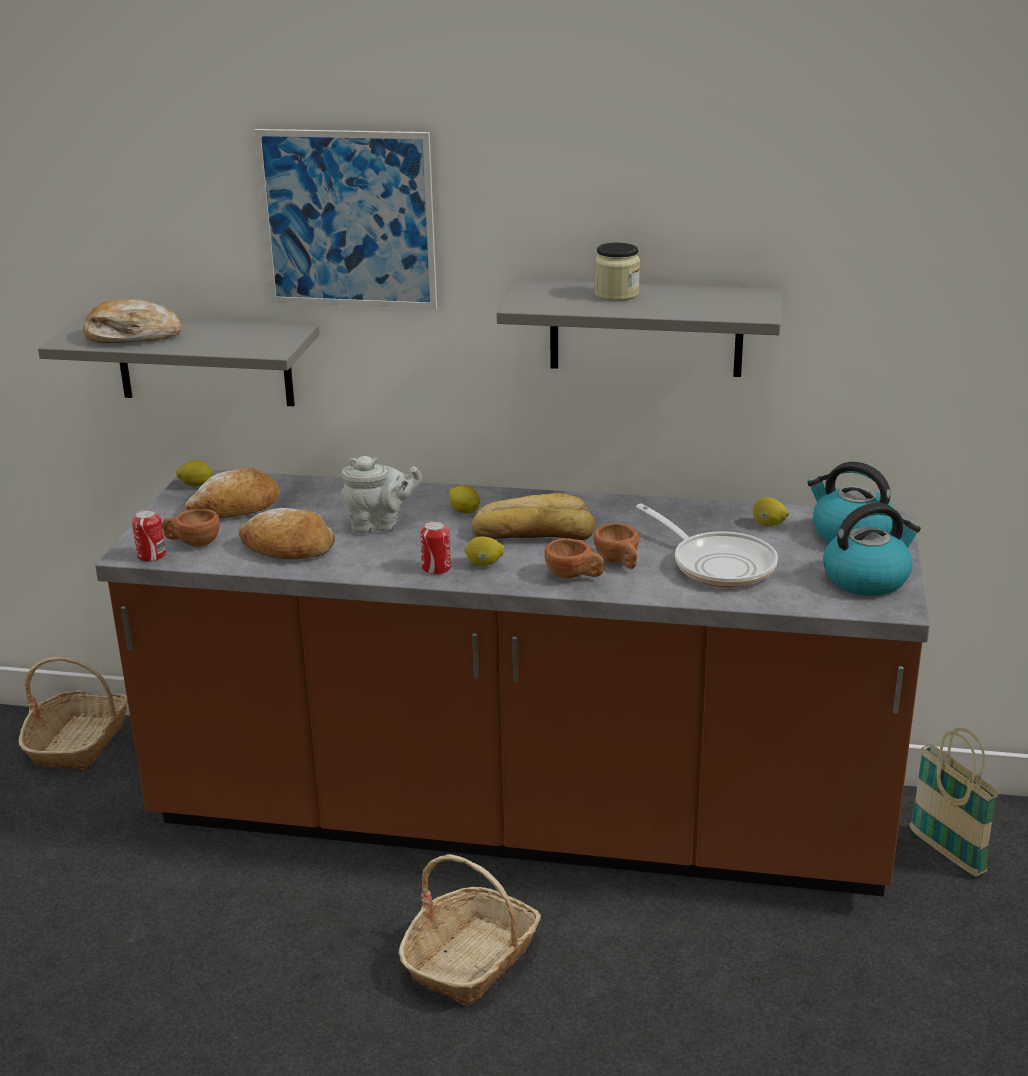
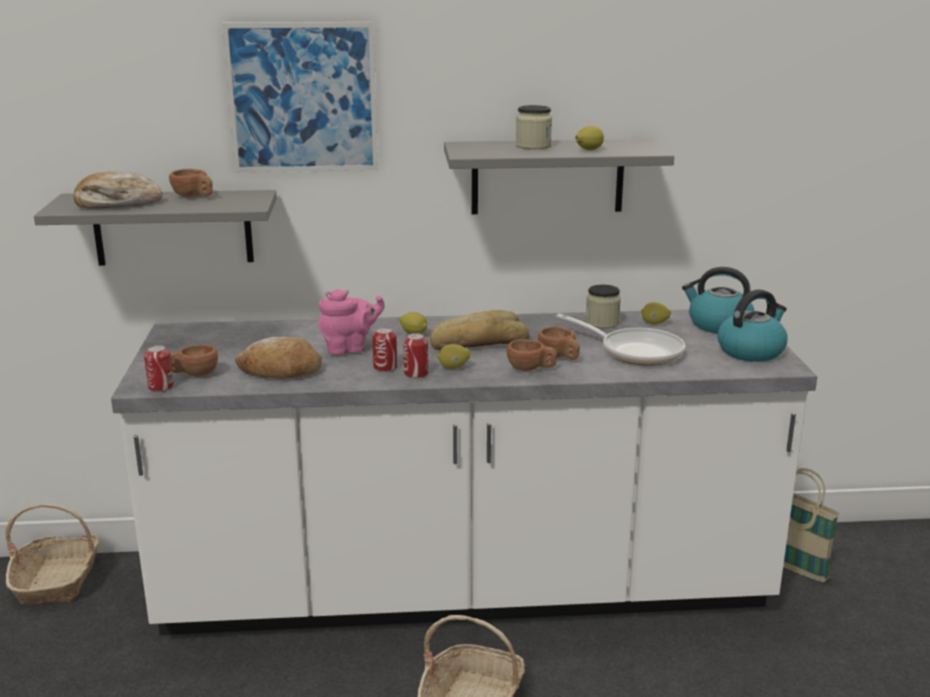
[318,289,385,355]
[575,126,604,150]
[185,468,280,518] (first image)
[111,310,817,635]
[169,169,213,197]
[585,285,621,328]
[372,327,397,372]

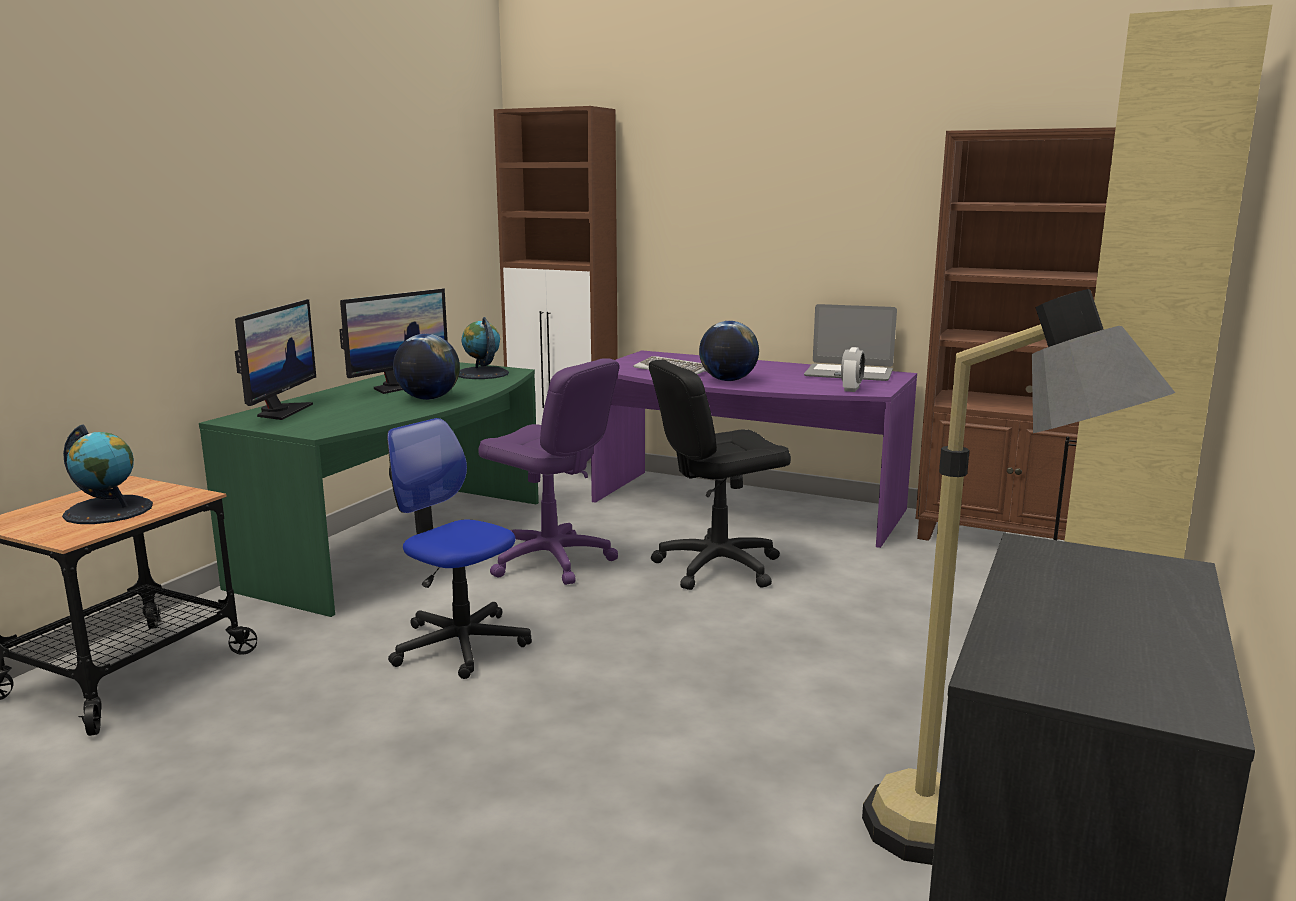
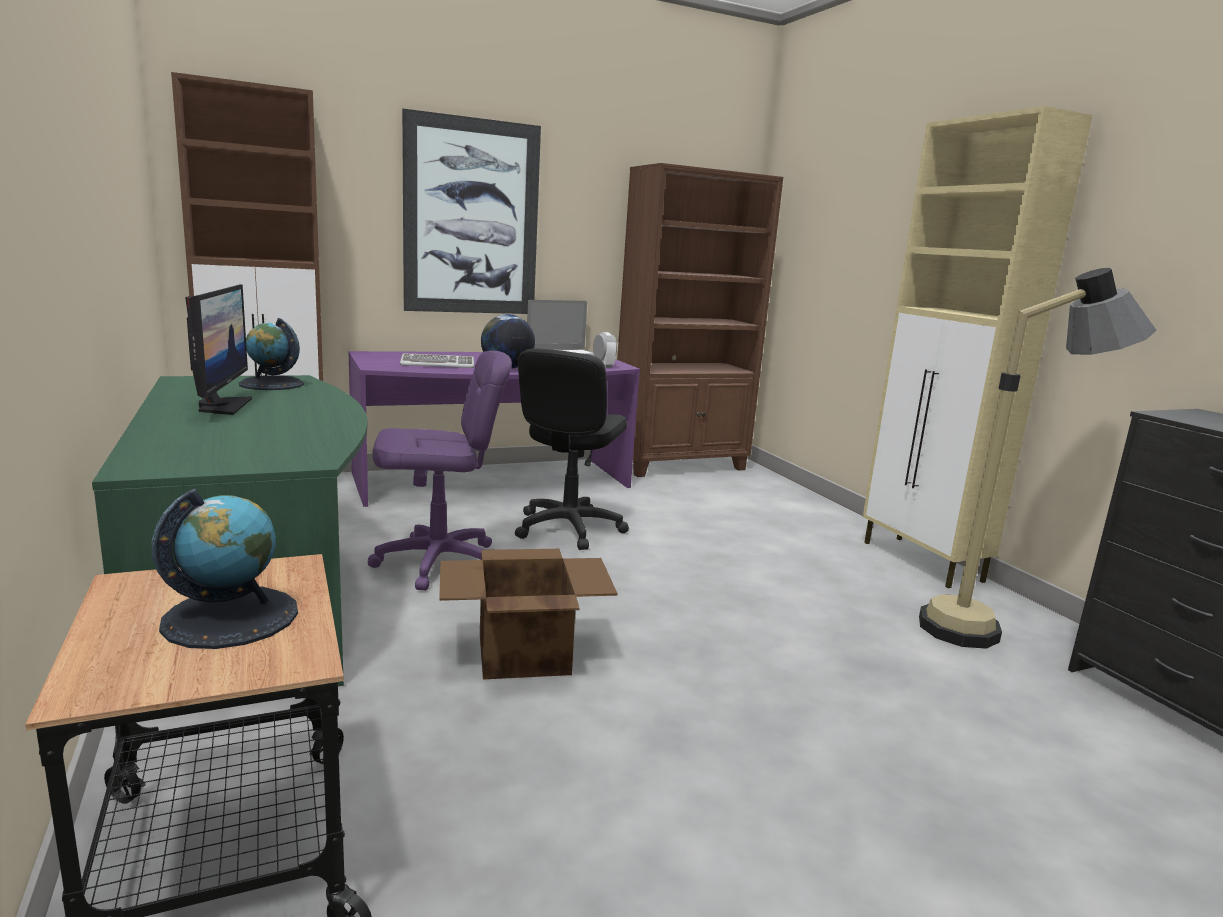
[235,299,316,420] (first image)
[393,334,460,400] (first image)
[439,549,618,680]
[402,109,541,314]

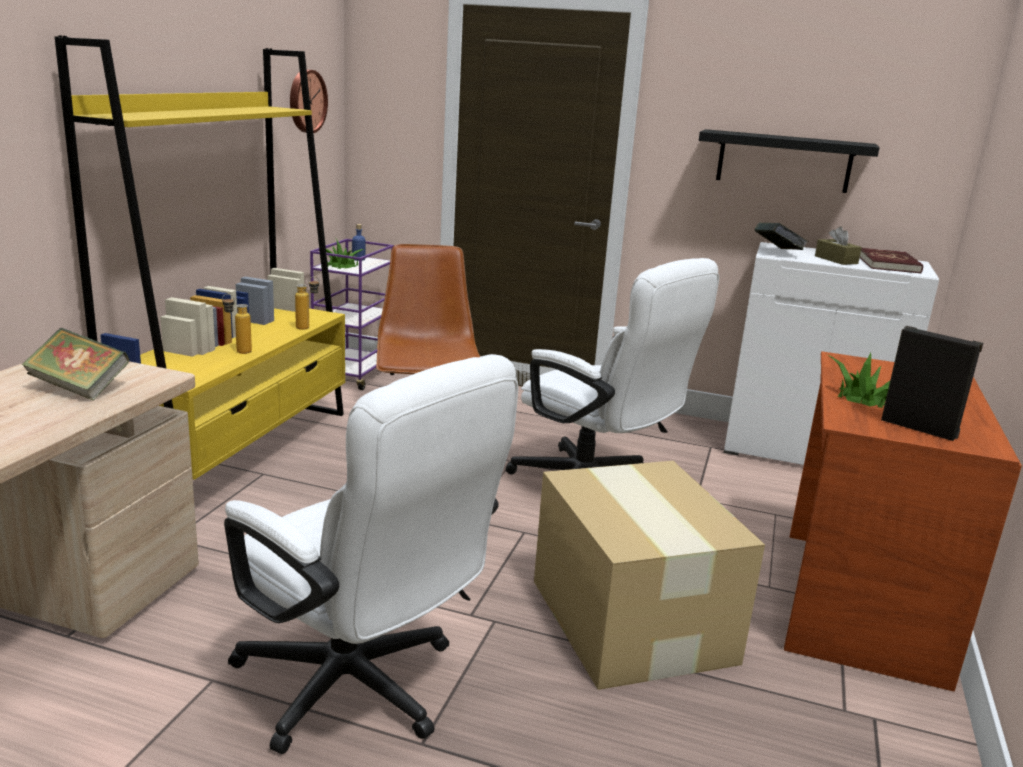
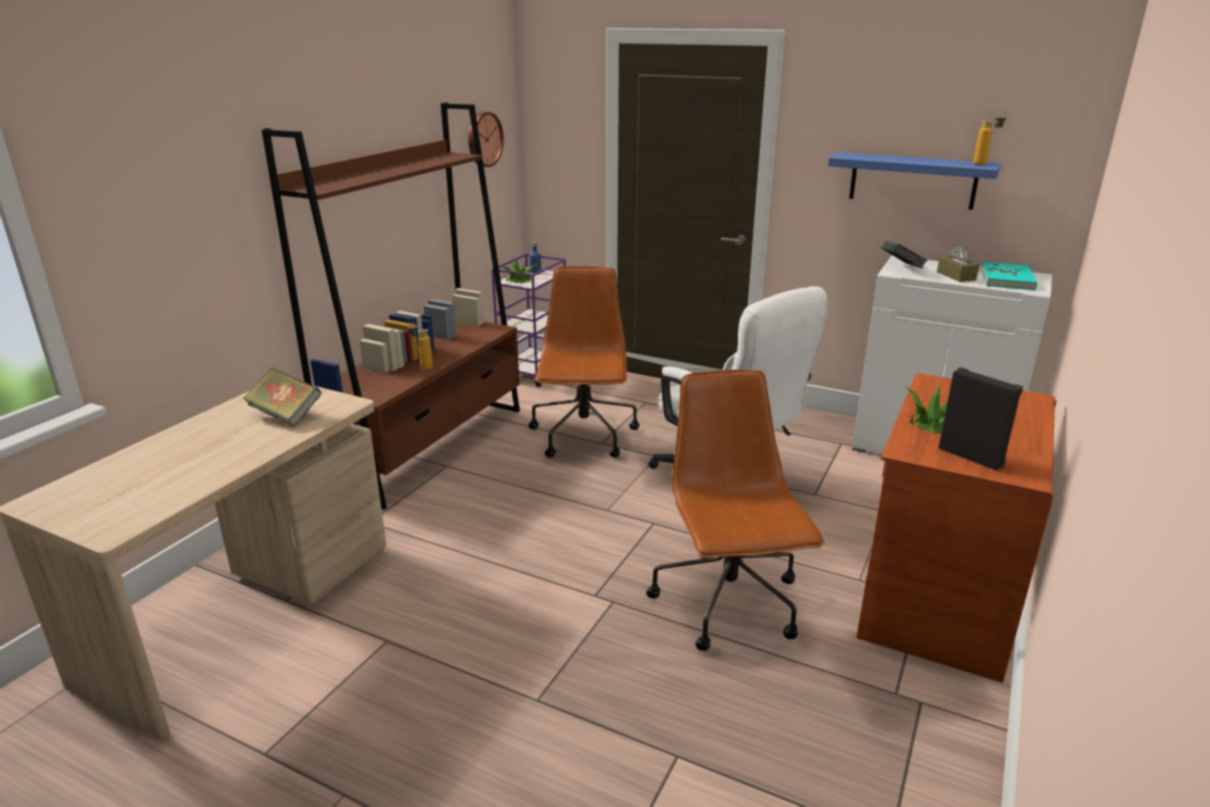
[262,102,520,510]
[828,152,1001,210]
[981,262,1037,290]
[973,111,1007,165]
[224,354,519,754] (first image)
[646,370,825,651]

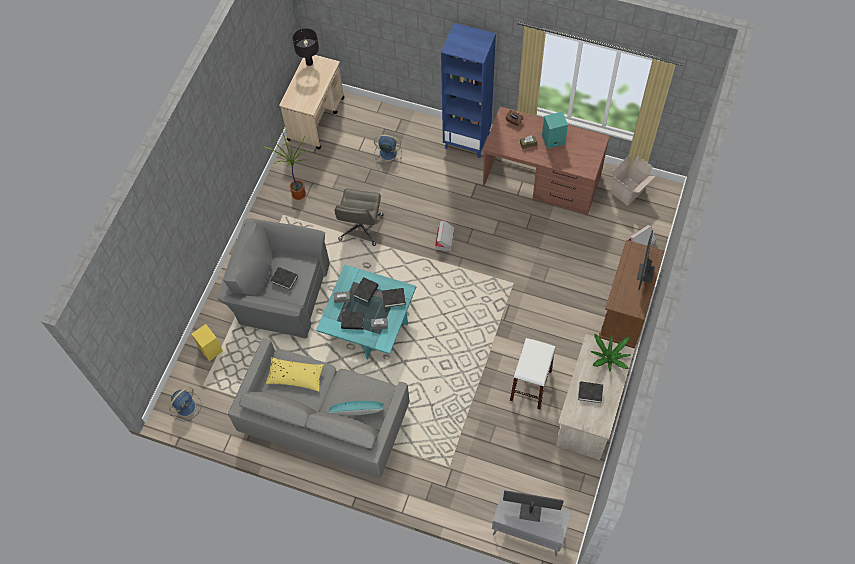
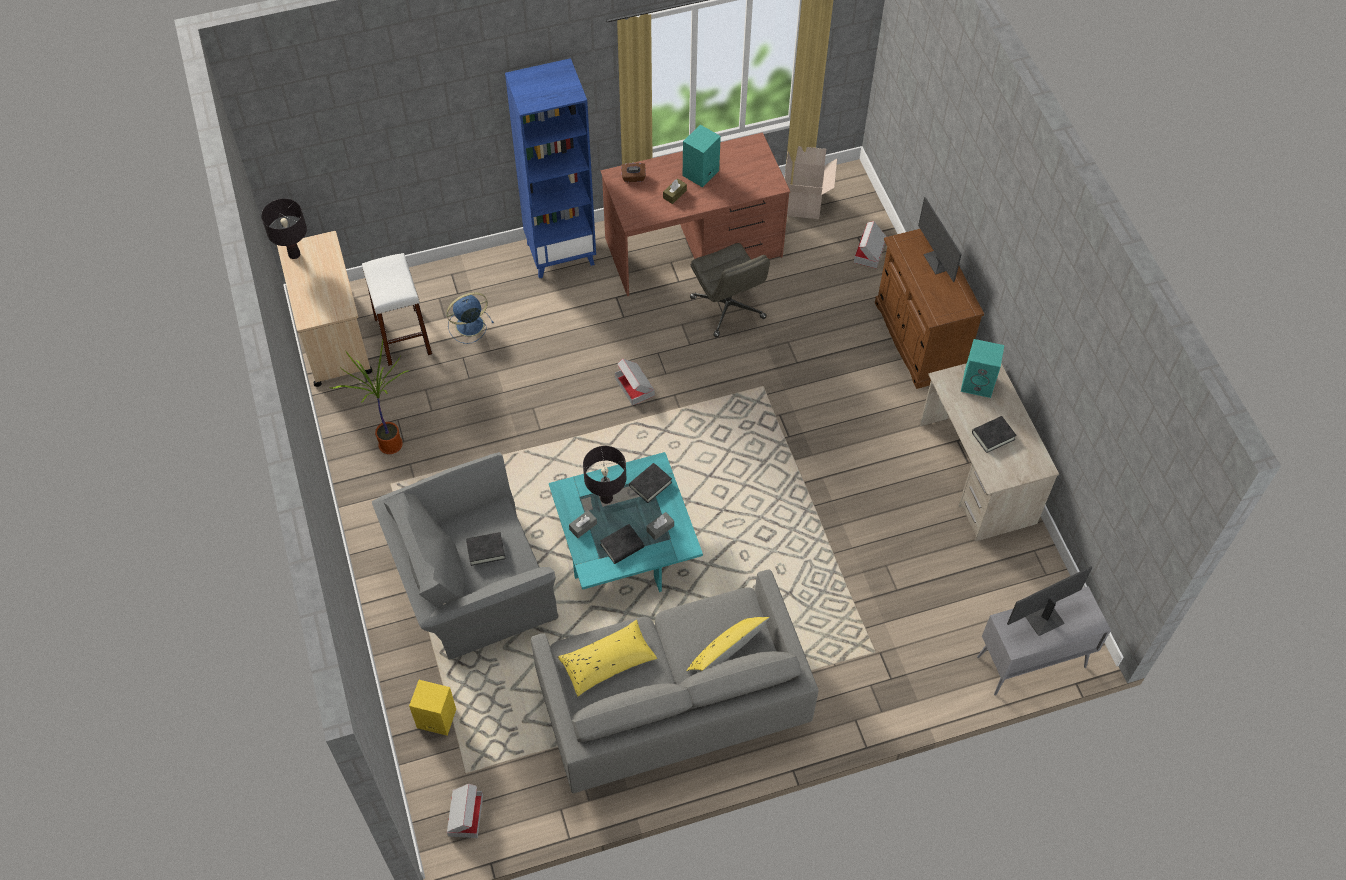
[690,243,770,338]
[583,446,626,504]
[961,339,1004,398]
[362,253,432,366]
[447,784,483,838]
[687,617,770,672]

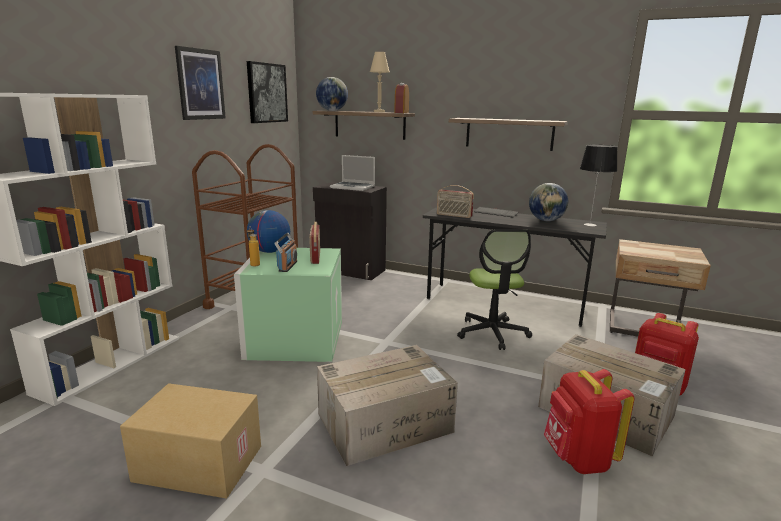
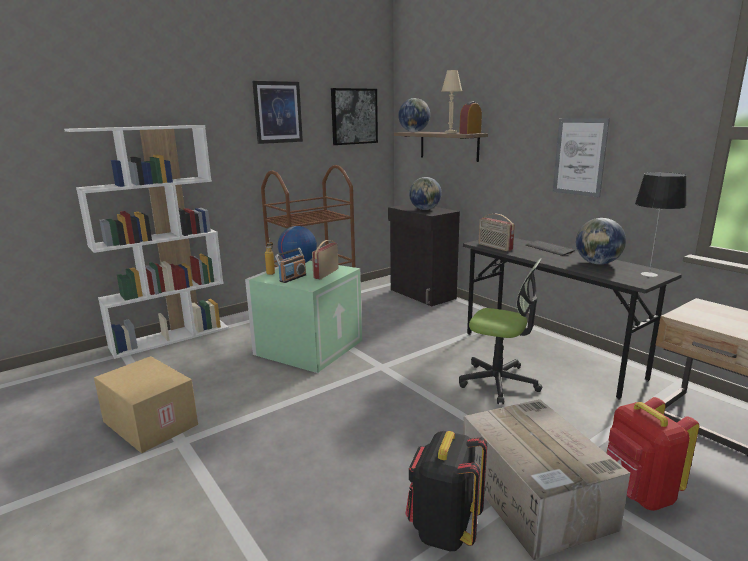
[553,118,610,197]
[409,177,442,210]
[459,258,542,404]
[317,345,458,466] (first image)
[405,431,487,551]

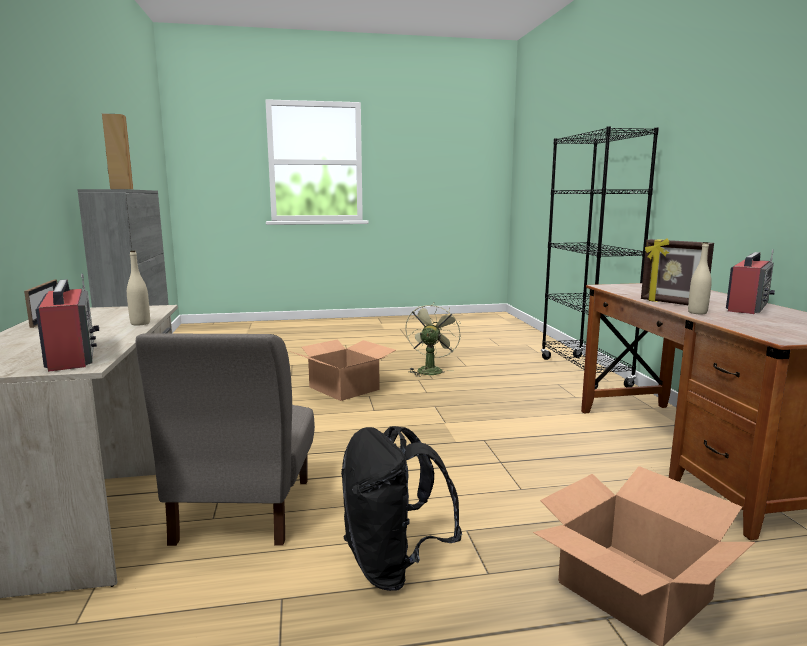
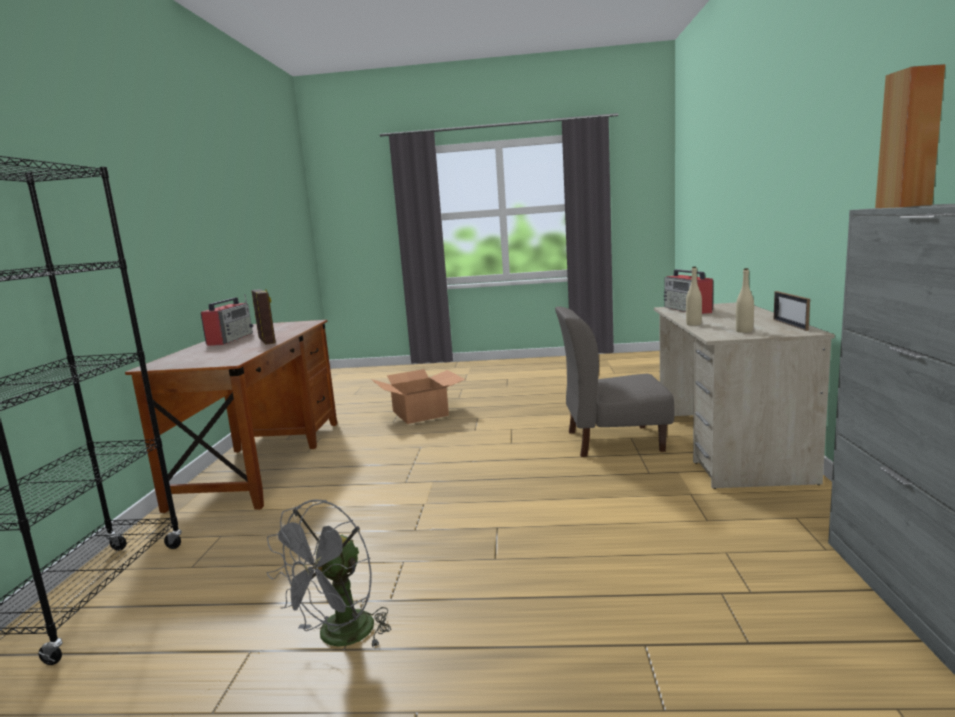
[736,268,754,333]
[201,294,254,346]
[267,499,391,649]
[555,307,675,457]
[290,339,396,401] (first image)
[341,426,462,591] (first image)

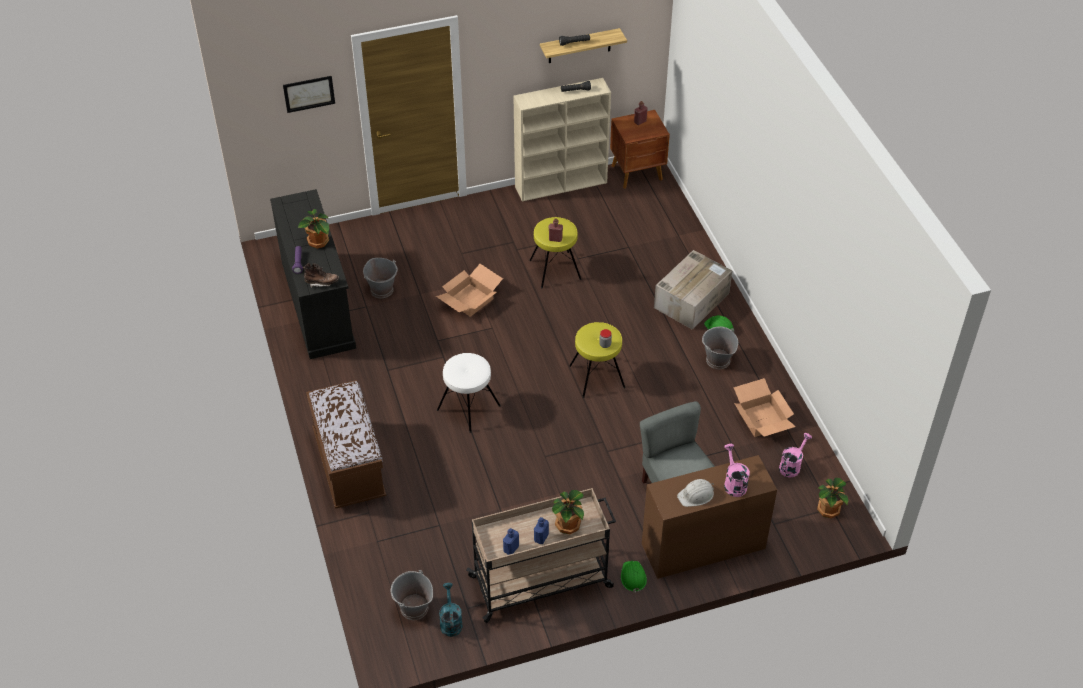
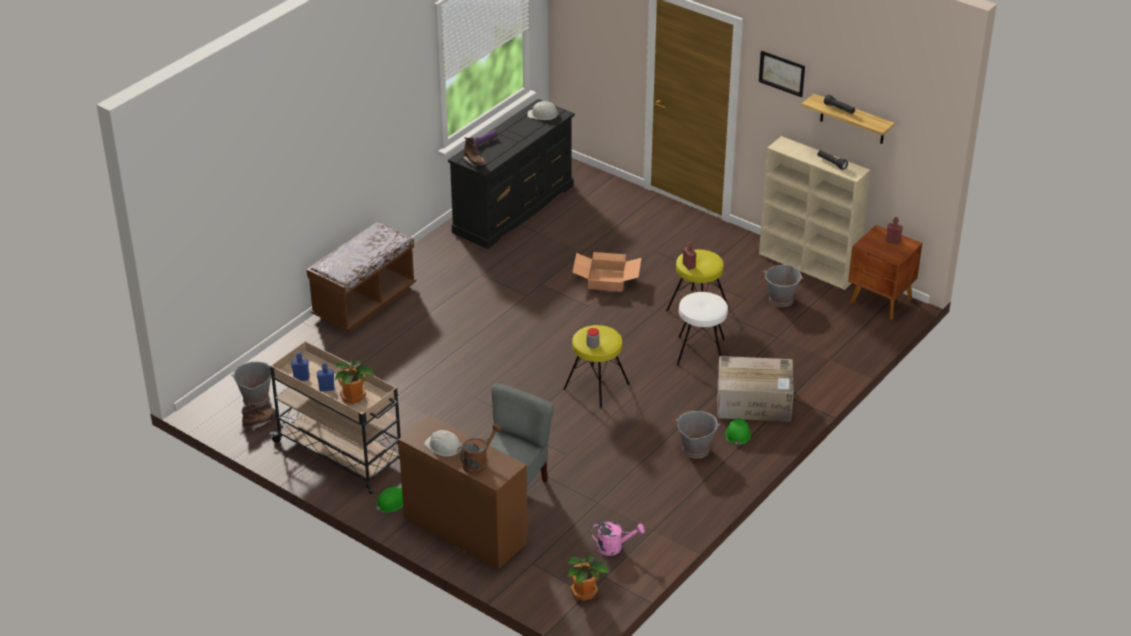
[759,51,805,97]
[298,209,329,249] (first image)
[764,265,803,307]
[676,292,728,366]
[733,378,796,437] (first image)
[460,424,502,474]
[241,404,276,431]
[527,101,560,120]

